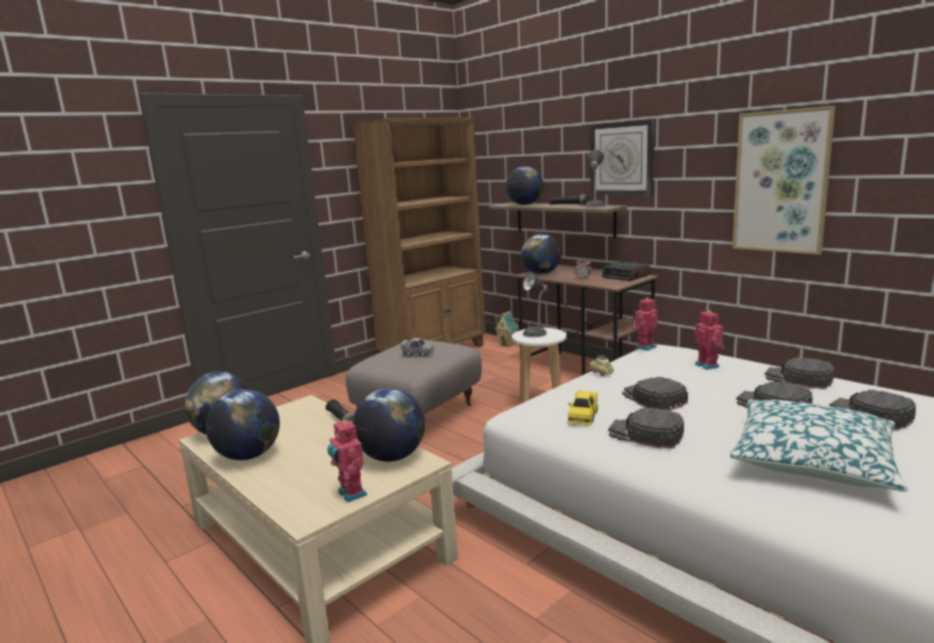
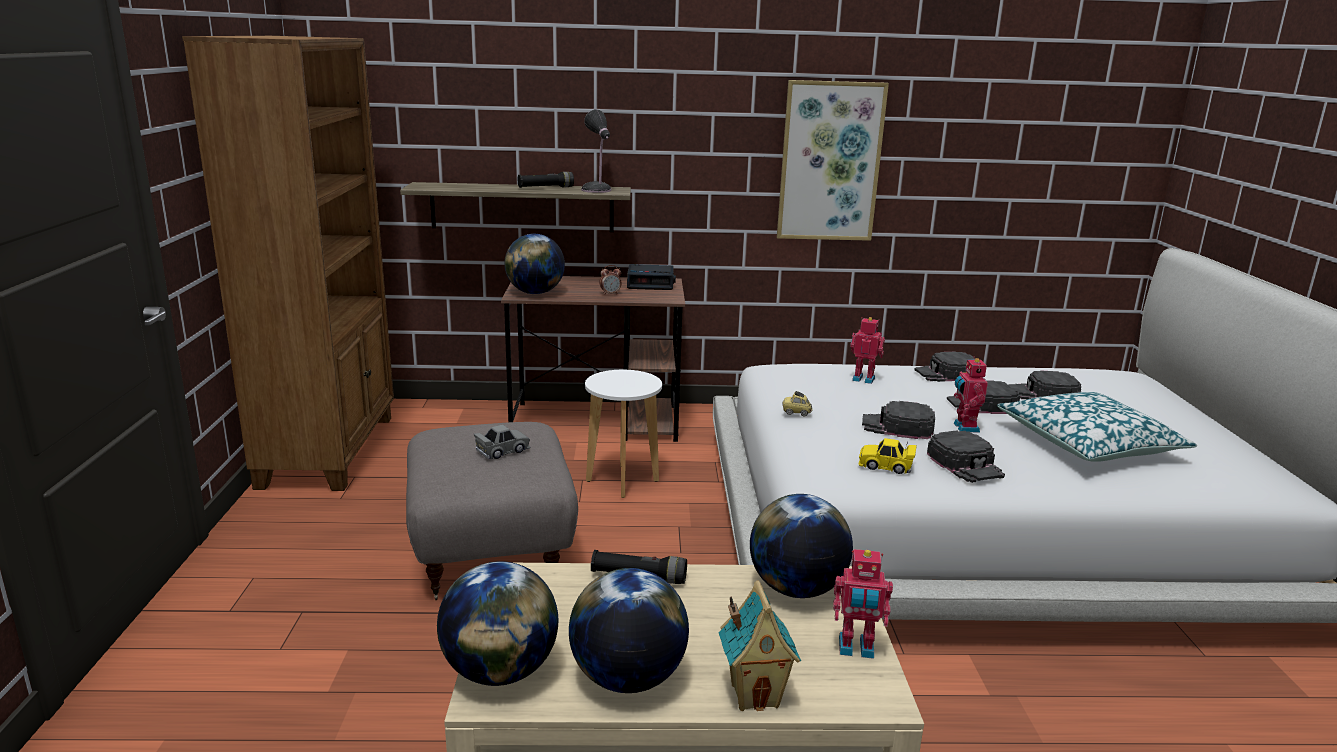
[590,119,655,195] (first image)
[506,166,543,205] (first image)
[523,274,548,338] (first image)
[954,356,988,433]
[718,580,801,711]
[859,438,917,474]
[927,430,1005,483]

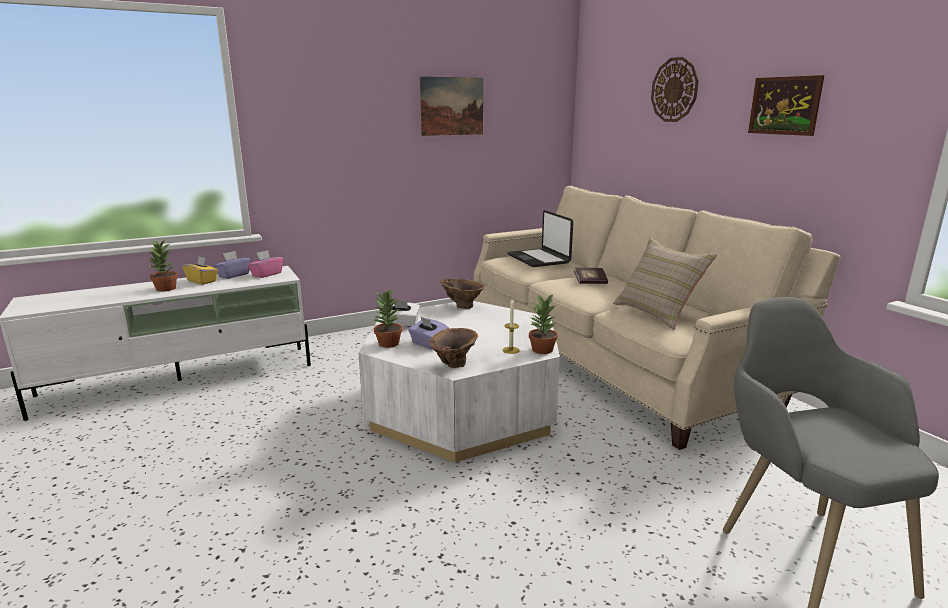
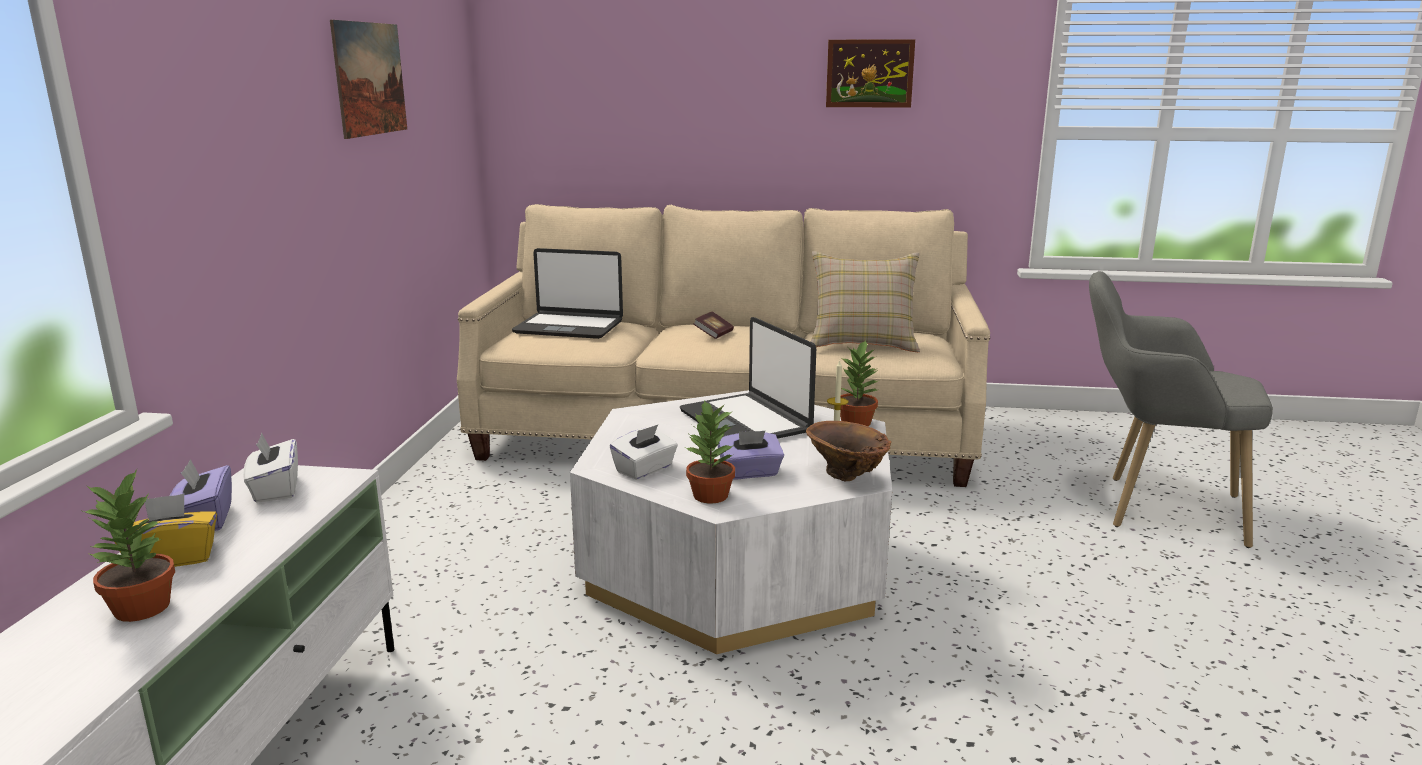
[651,57,699,122] (first image)
[243,433,298,503]
[440,278,485,309] (first image)
[680,317,816,439]

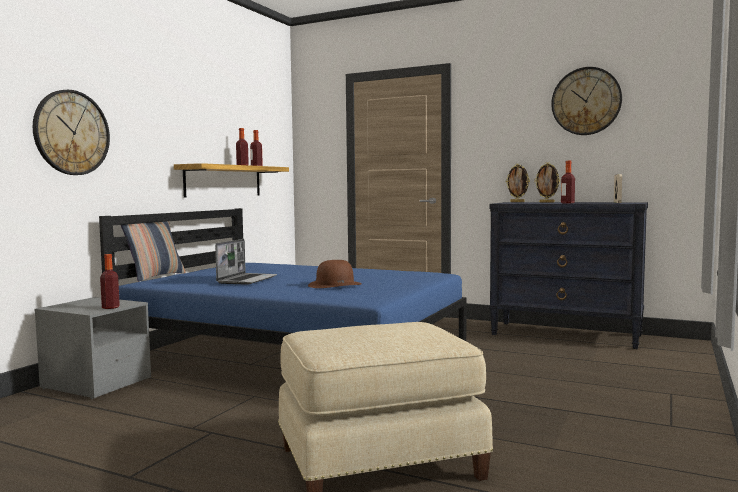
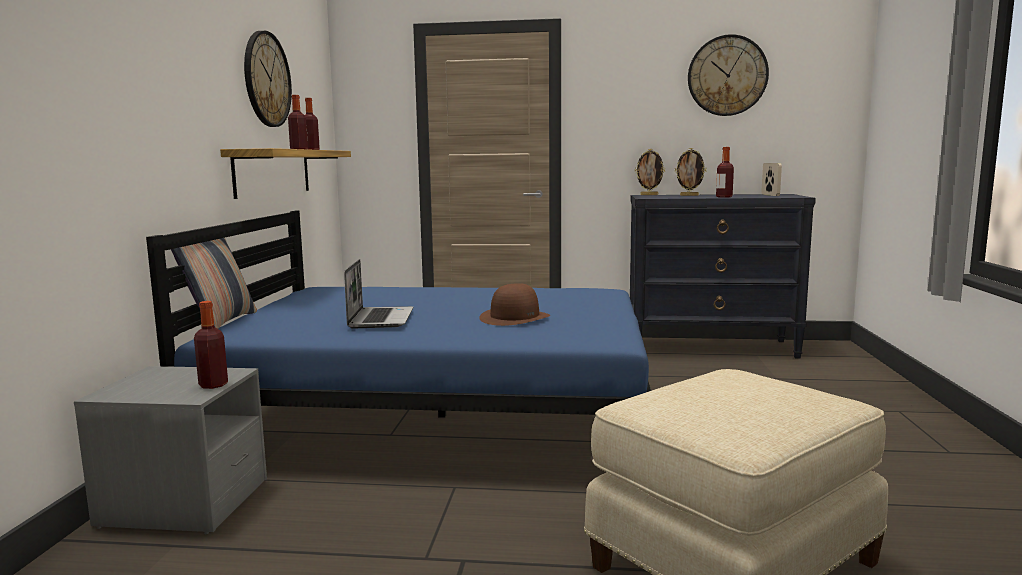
[244,31,292,127]

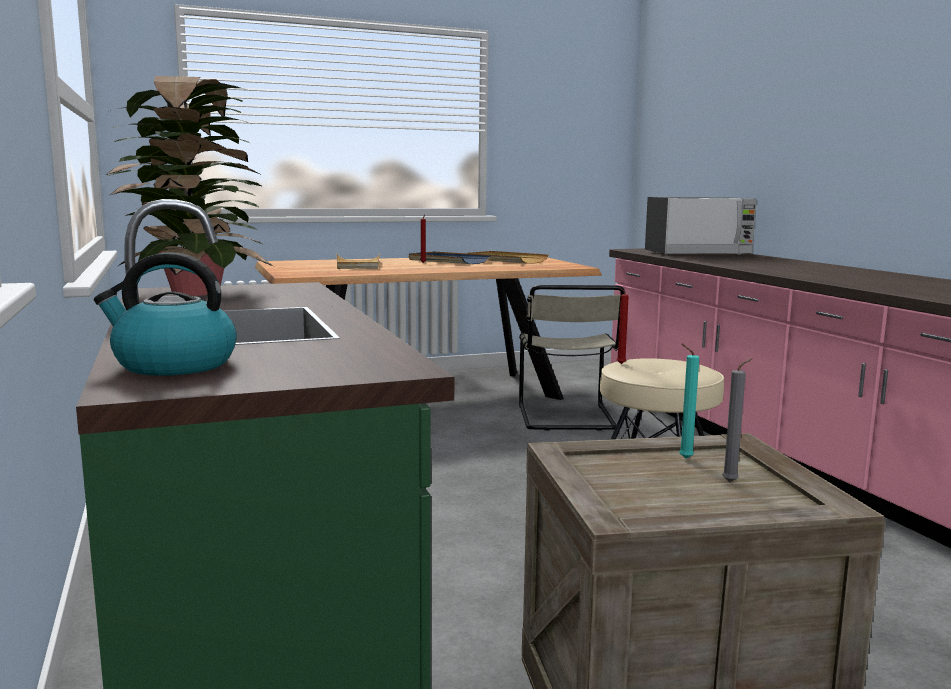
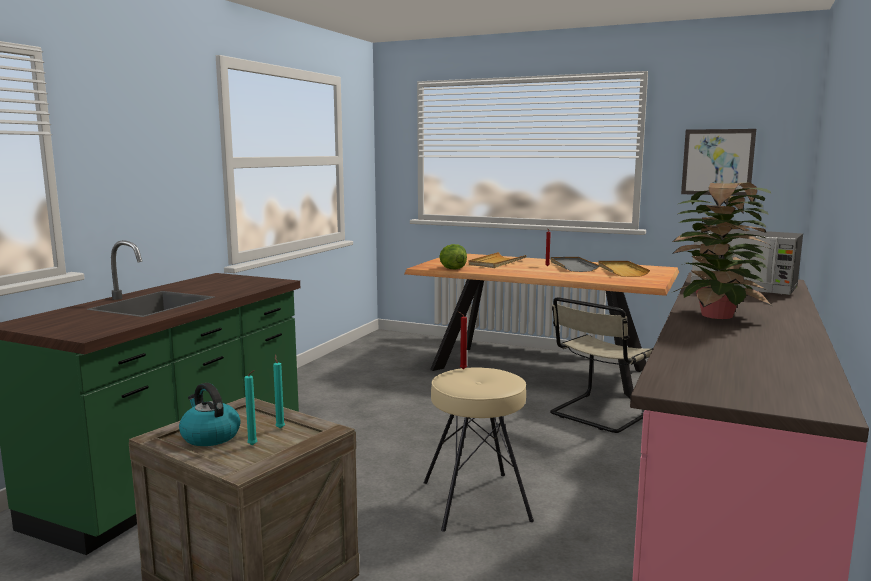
[672,182,772,319]
[551,257,600,272]
[179,383,241,446]
[244,370,258,445]
[681,129,756,196]
[439,244,467,270]

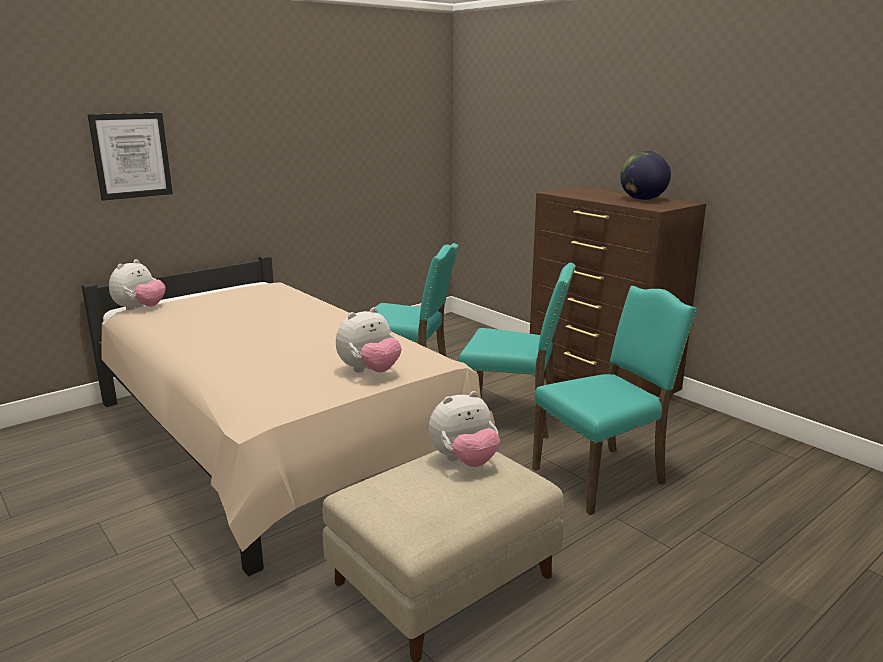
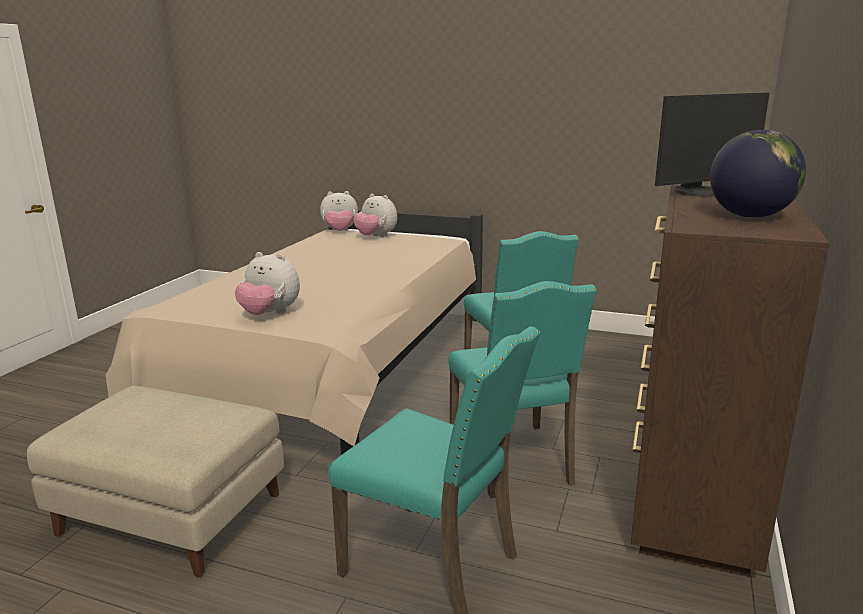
[88,113,173,201] (first image)
[354,194,397,237]
[655,93,769,197]

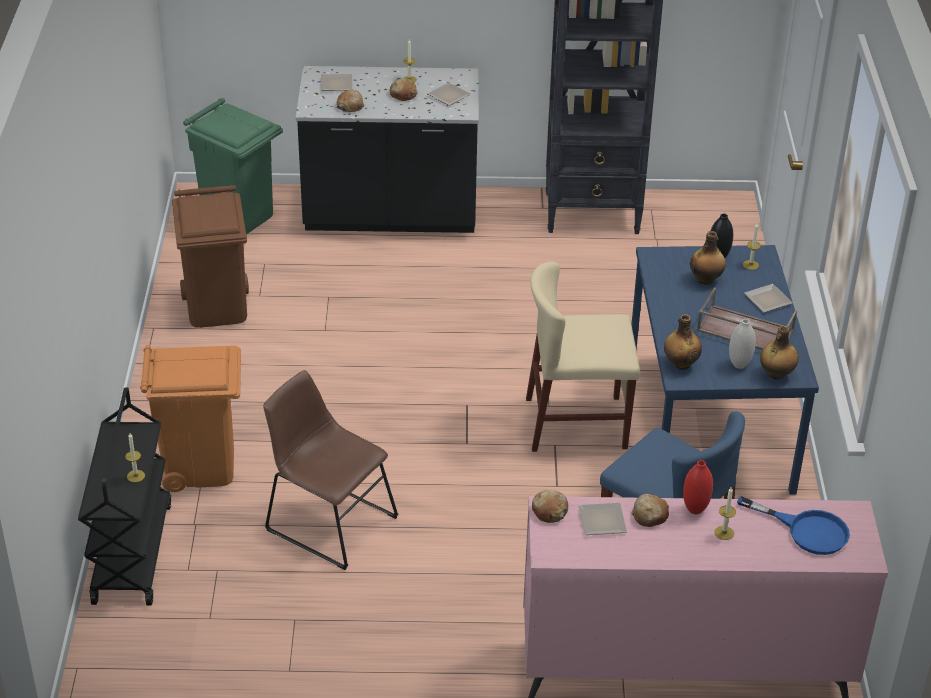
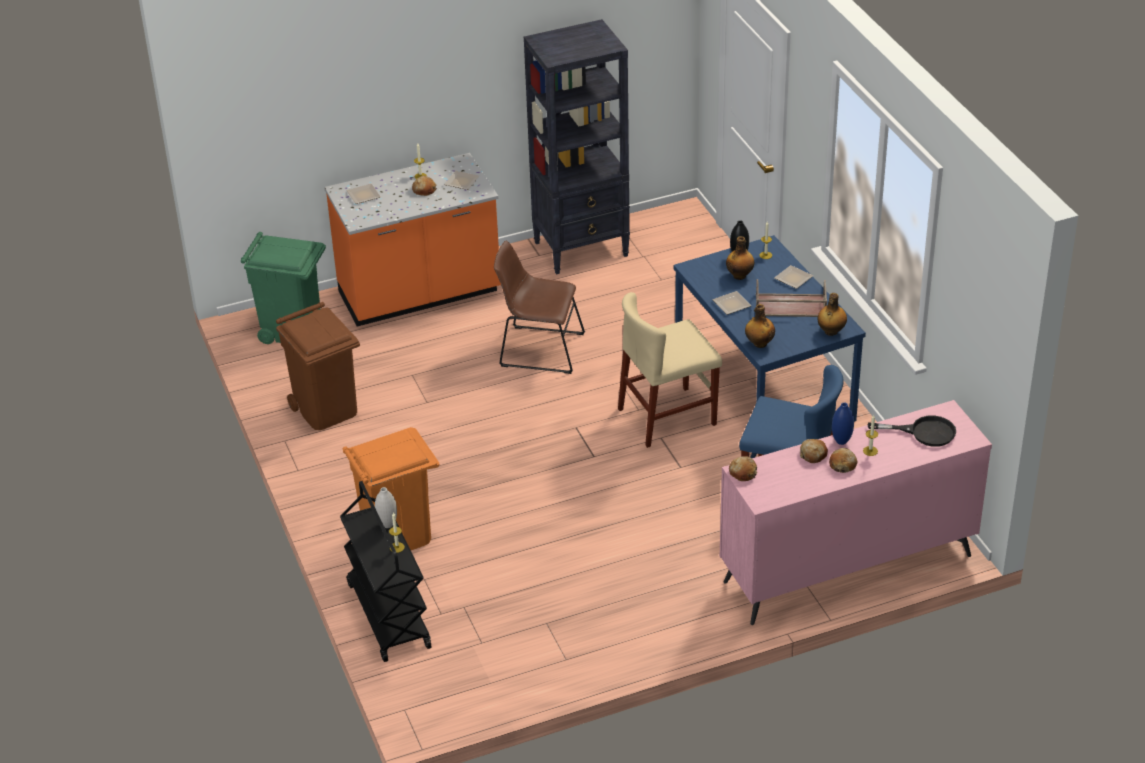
[324,153,501,326]
[829,448,858,473]
[375,487,397,528]
[494,240,585,374]
[832,403,854,445]
[868,416,956,447]
[712,291,751,315]

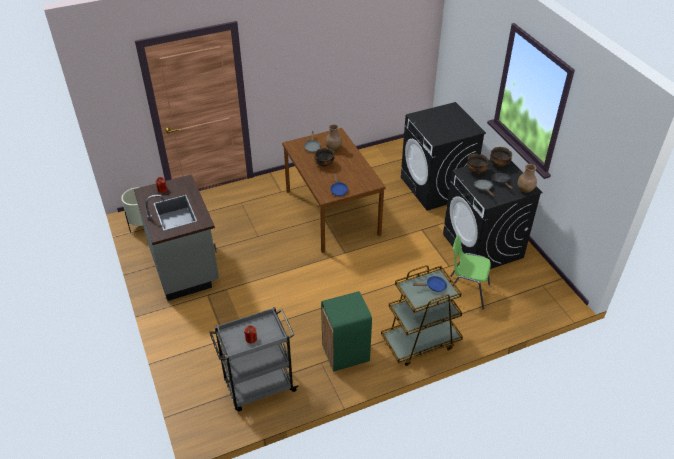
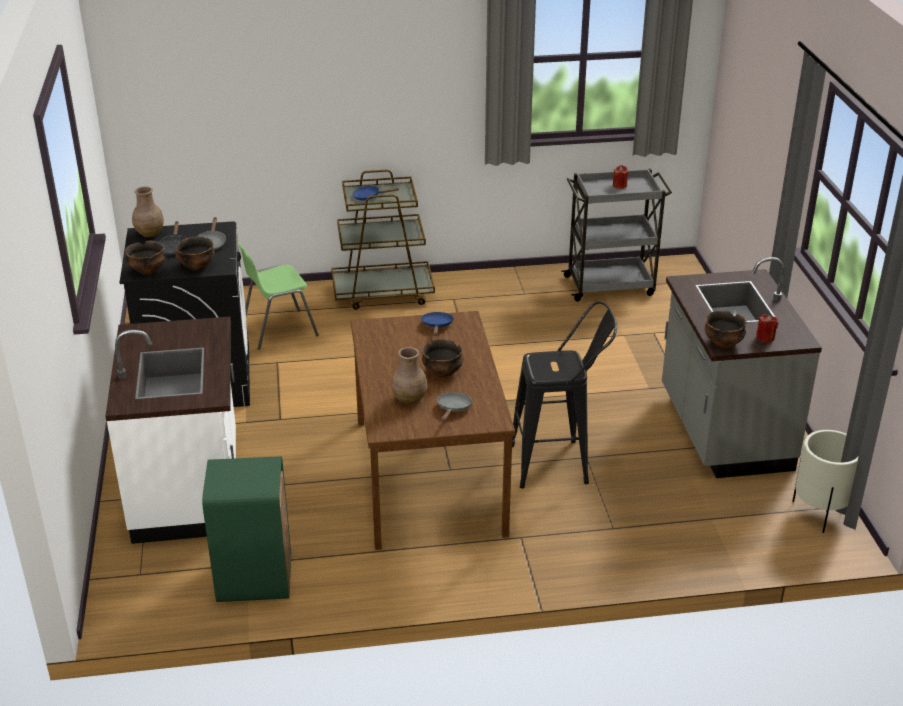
[105,317,236,544]
[238,242,319,350]
[202,456,291,602]
[512,301,617,489]
[705,311,747,349]

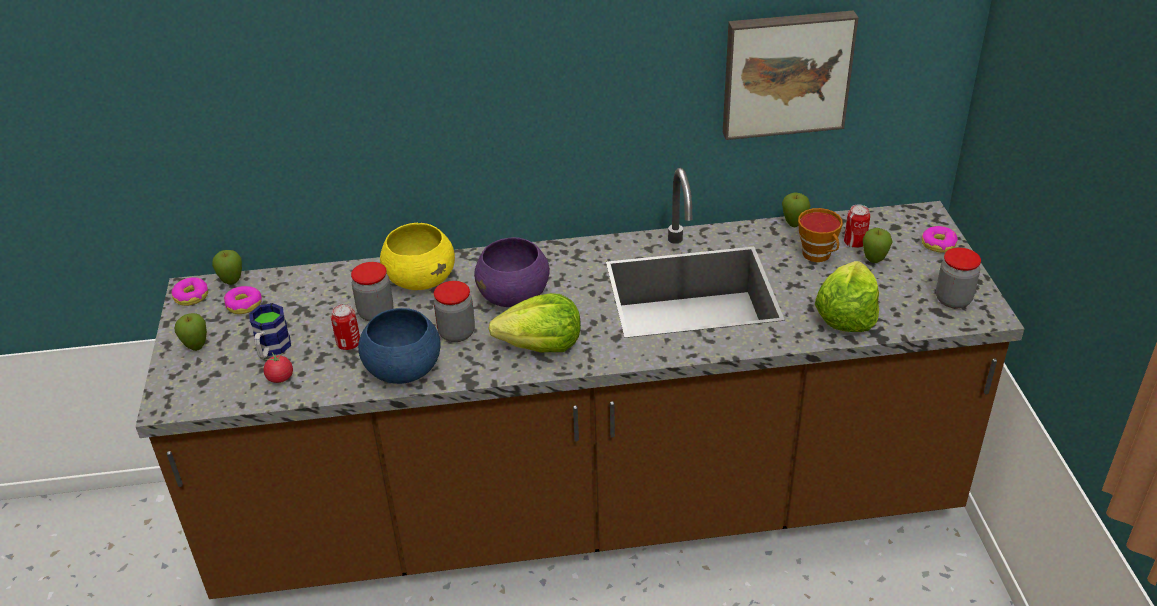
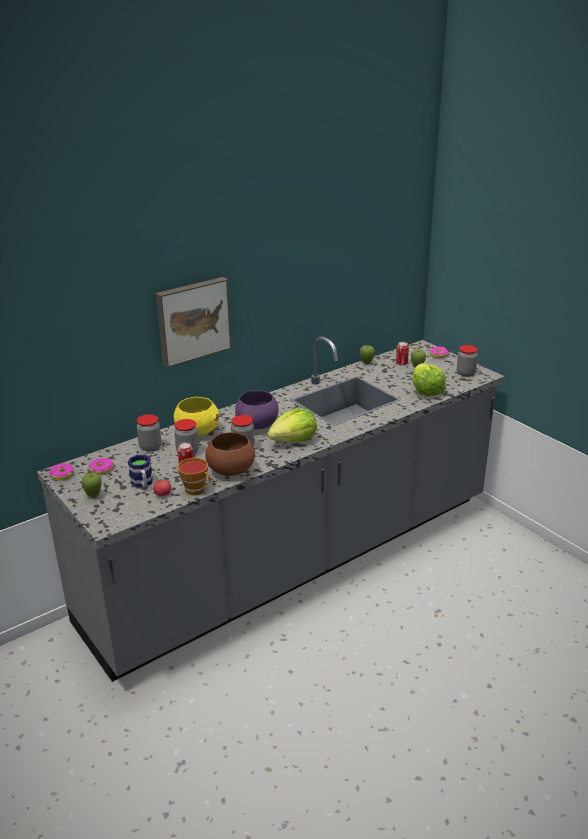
[156,277,232,368]
[37,336,505,682]
[177,458,211,495]
[212,250,242,285] (first image)
[205,432,255,476]
[137,414,161,452]

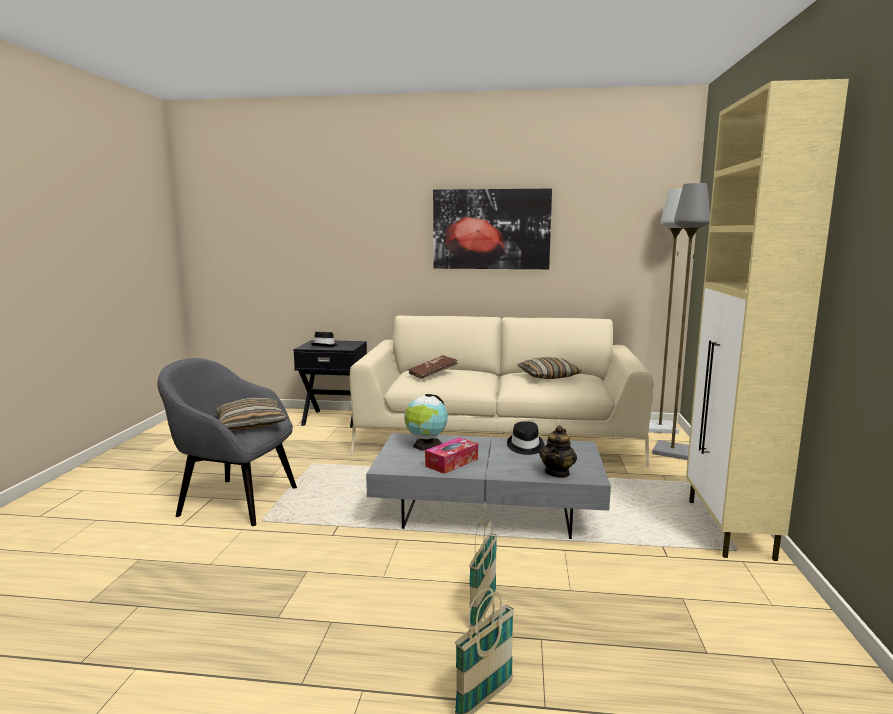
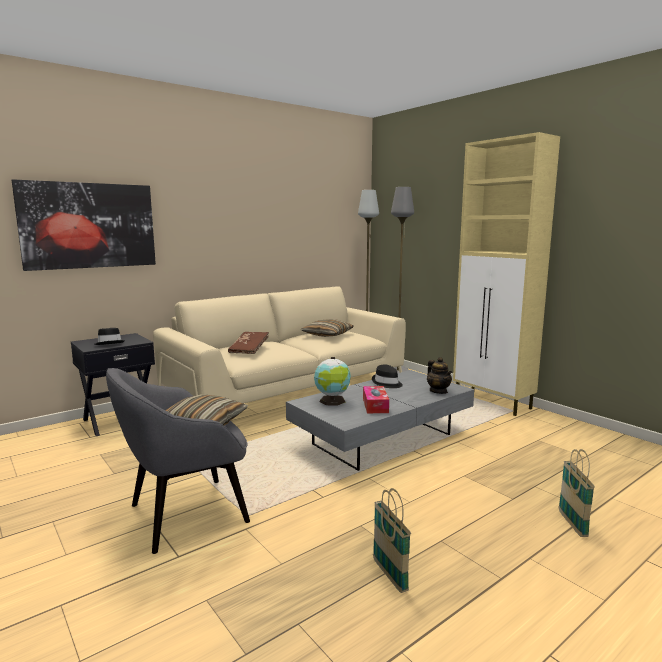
[12,179,156,271]
[373,488,411,593]

